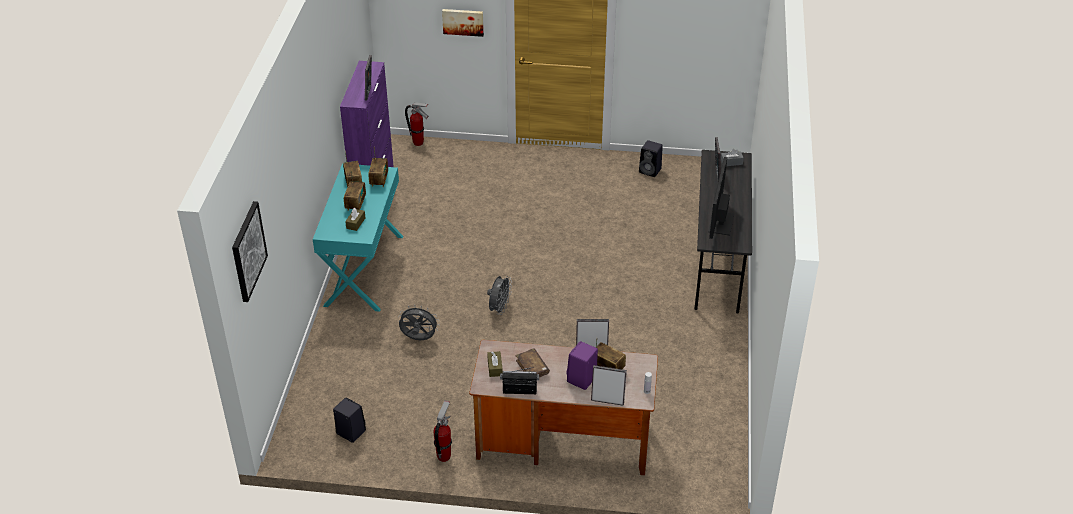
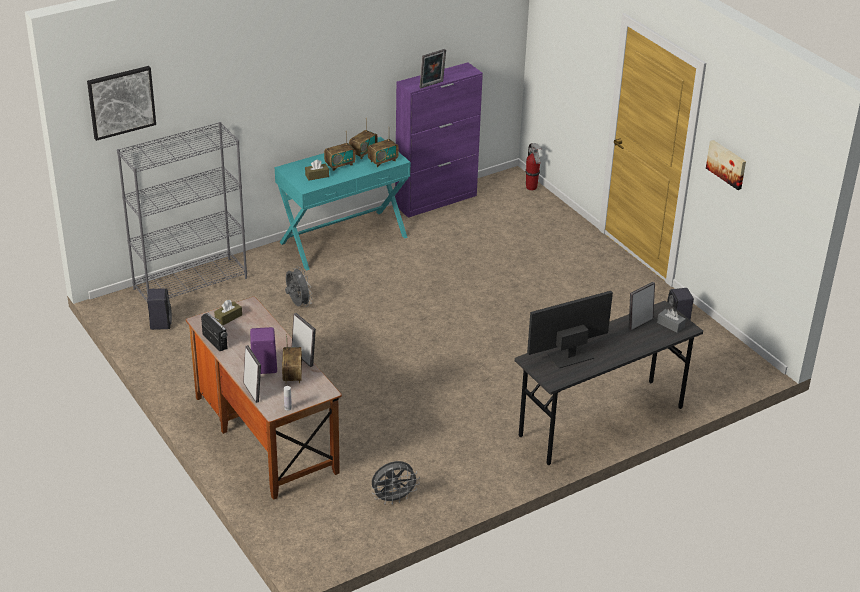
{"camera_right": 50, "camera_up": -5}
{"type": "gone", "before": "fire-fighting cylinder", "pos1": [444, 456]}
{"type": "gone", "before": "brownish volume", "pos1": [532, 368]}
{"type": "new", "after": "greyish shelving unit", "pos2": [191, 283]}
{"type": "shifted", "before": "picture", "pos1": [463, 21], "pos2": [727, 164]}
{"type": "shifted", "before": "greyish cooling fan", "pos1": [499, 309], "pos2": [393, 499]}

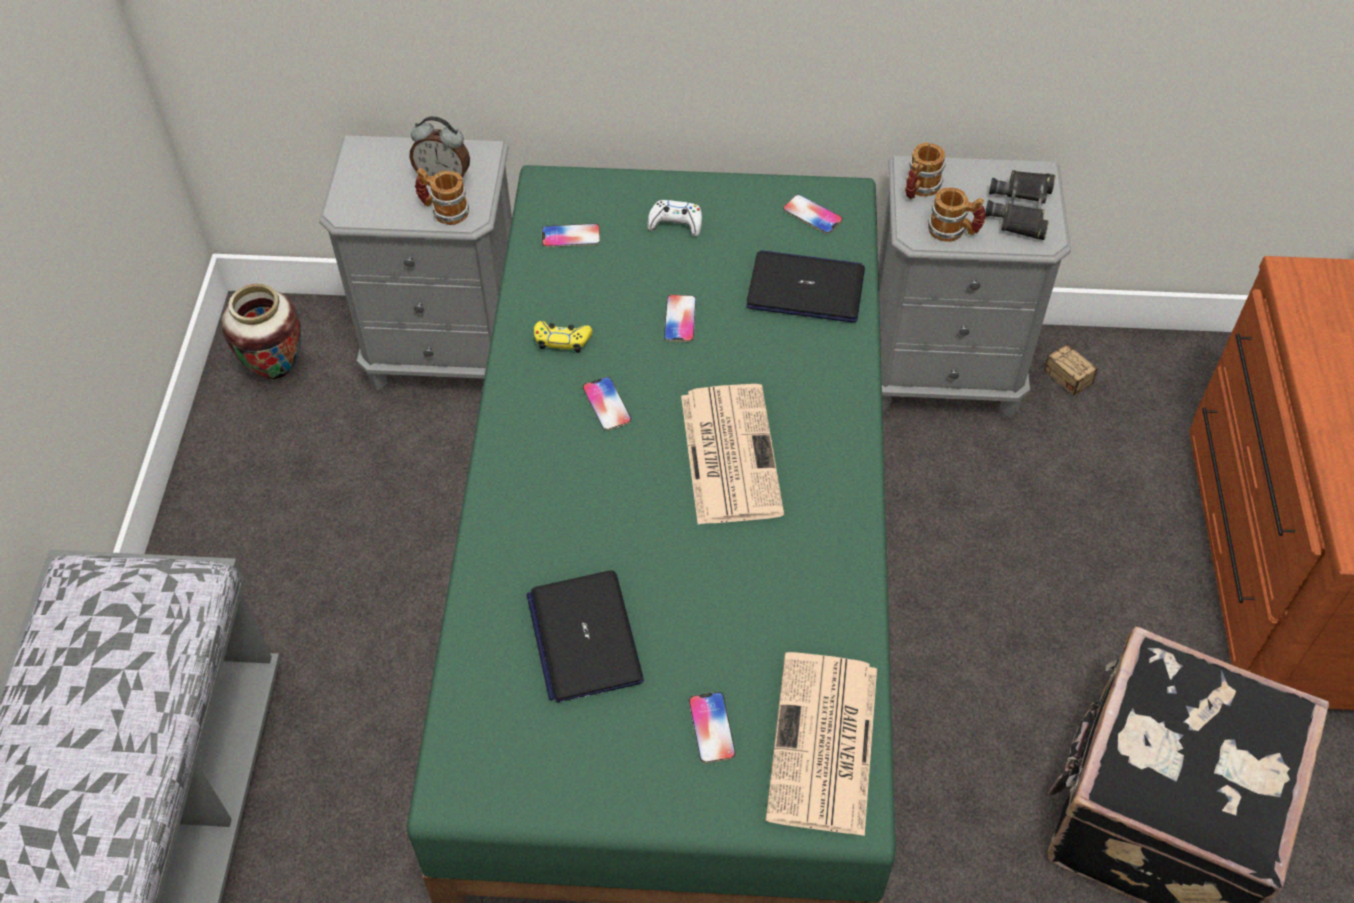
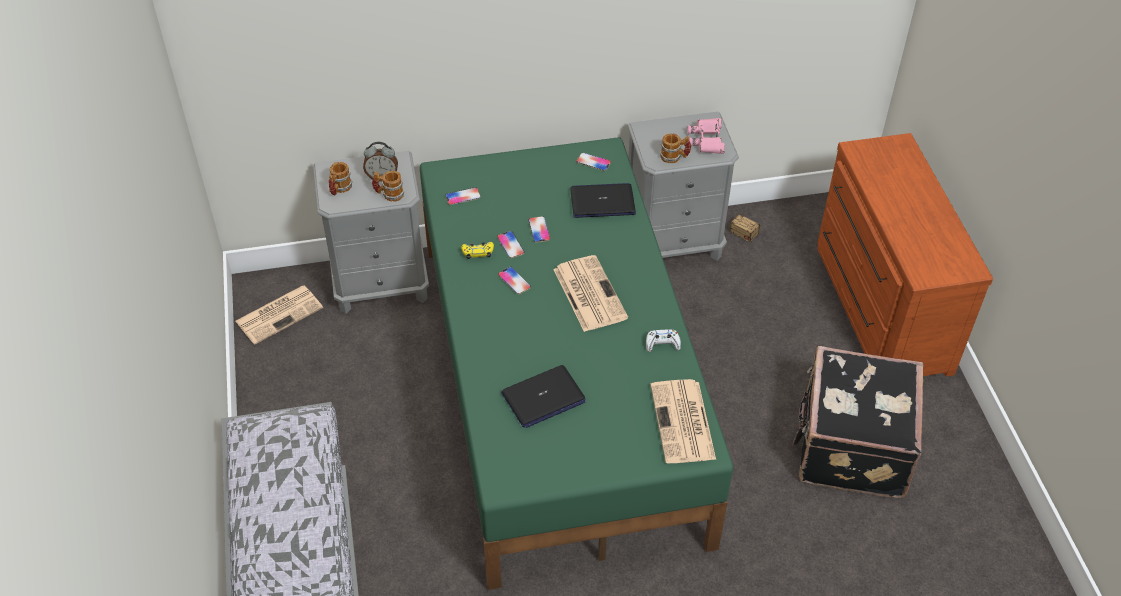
{"camera_right": -15, "camera_up": -5}
{"type": "shifted", "before": "white-coloured gamepad", "pos1": [675, 223], "pos2": [662, 344]}
{"type": "shifted", "before": "handset", "pos1": [711, 728], "pos2": [510, 245]}
{"type": "shifted", "before": "coffee mug", "pos1": [919, 189], "pos2": [339, 189]}
{"type": "swapped", "before": "decorative vase", "after": "printed paper", "pos1": [277, 370], "pos2": [280, 314]}
{"type": "repainted", "before": "blackish pair of binoculars", "after": "pink-coloured pair of binoculars", "pos1": [1021, 209], "pos2": [707, 139]}
{"type": "rotated", "before": "laptop", "pos1": [584, 637], "pos2": [543, 398], "turn": -90}

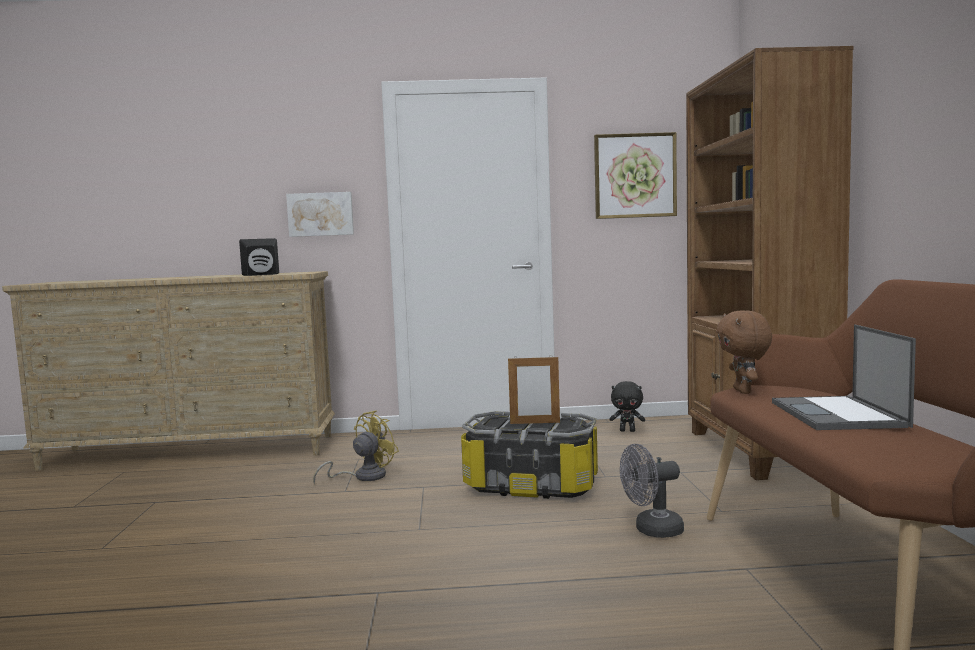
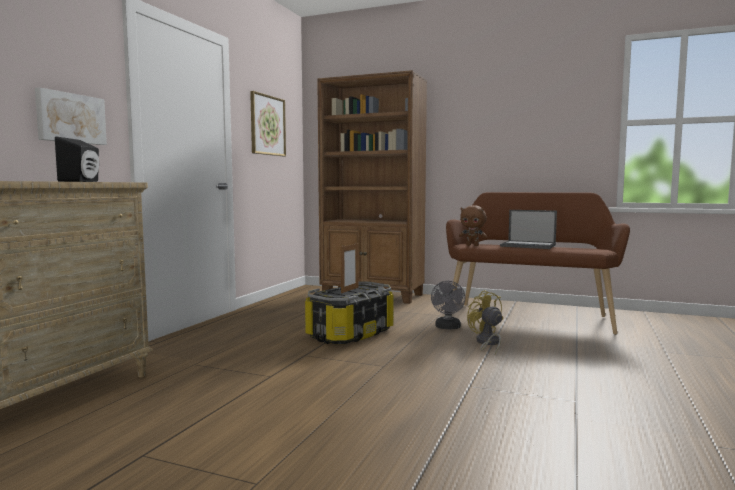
{"camera_right": -65, "camera_up": 0}
{"type": "gone", "before": "blackish soft toy", "pos1": [627, 430]}
{"type": "shifted", "before": "yellow-coloured cooling fan", "pos1": [363, 477], "pos2": [487, 343]}

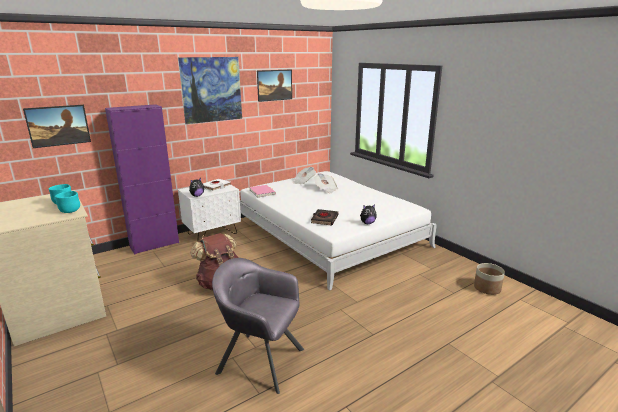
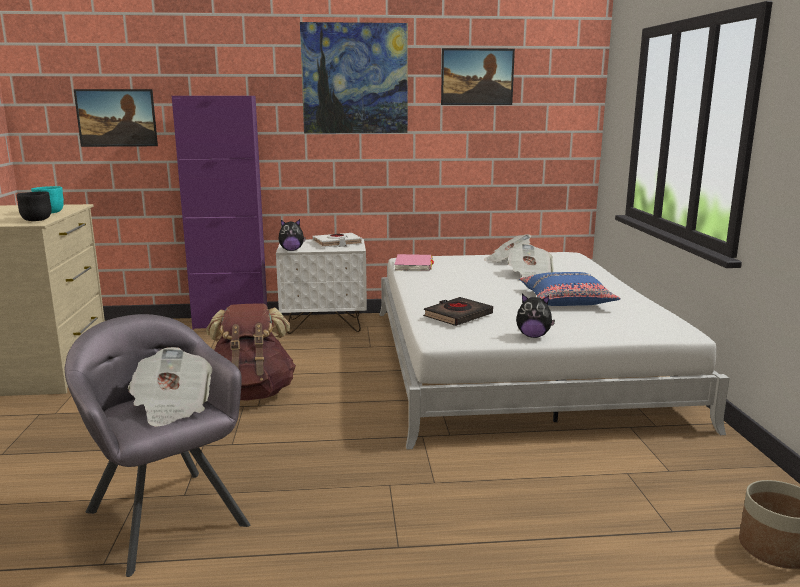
{"camera_right": 30, "camera_up": -5}
{"type": "new", "after": "printed paper", "pos2": [172, 407]}
{"type": "new", "after": "bluish pillow", "pos2": [566, 300]}
{"type": "repainted", "before": "turquoise serving bowl", "after": "blackish serving bowl", "pos1": [70, 211], "pos2": [36, 220]}

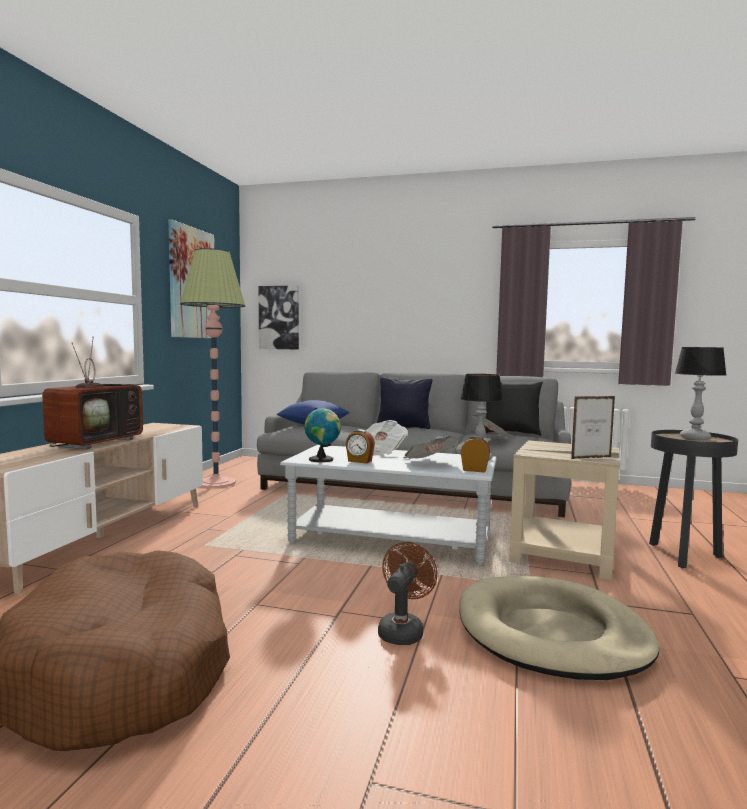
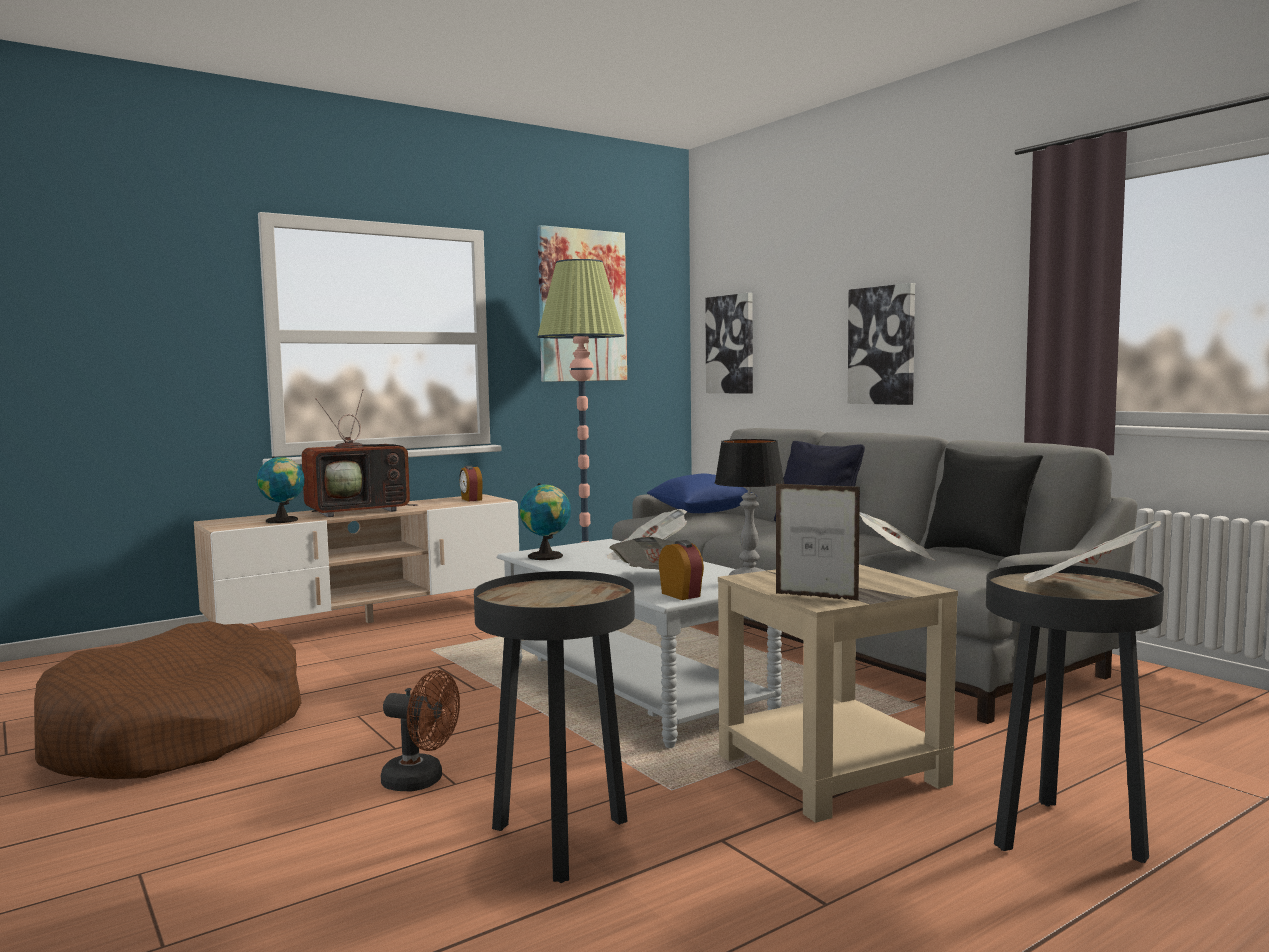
{"camera_right": 40, "camera_up": 0}
{"type": "new", "after": "globe", "pos2": [283, 521]}
{"type": "new", "after": "picture", "pos2": [882, 345]}
{"type": "shifted", "before": "alarm clock", "pos1": [359, 461], "pos2": [471, 499]}
{"type": "swapped", "before": "sand-coloured pet bed", "after": "blackish end table", "pos1": [552, 633], "pos2": [561, 844]}
{"type": "swapped", "before": "table lamp", "after": "printed paper", "pos1": [694, 438], "pos2": [1083, 587]}
{"type": "rotated", "before": "brownish cooling fan", "pos1": [403, 630], "pos2": [421, 781], "turn": 45}

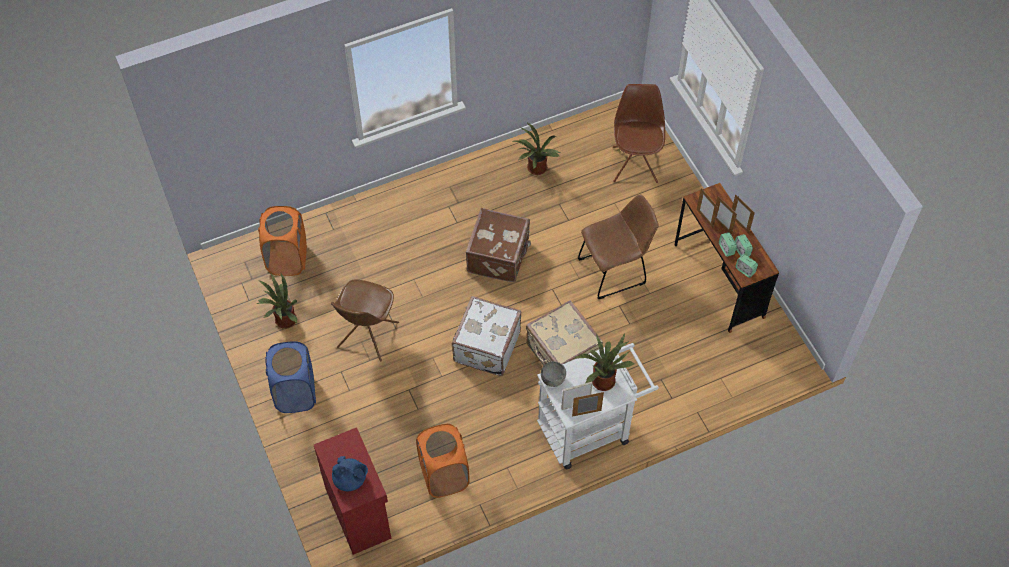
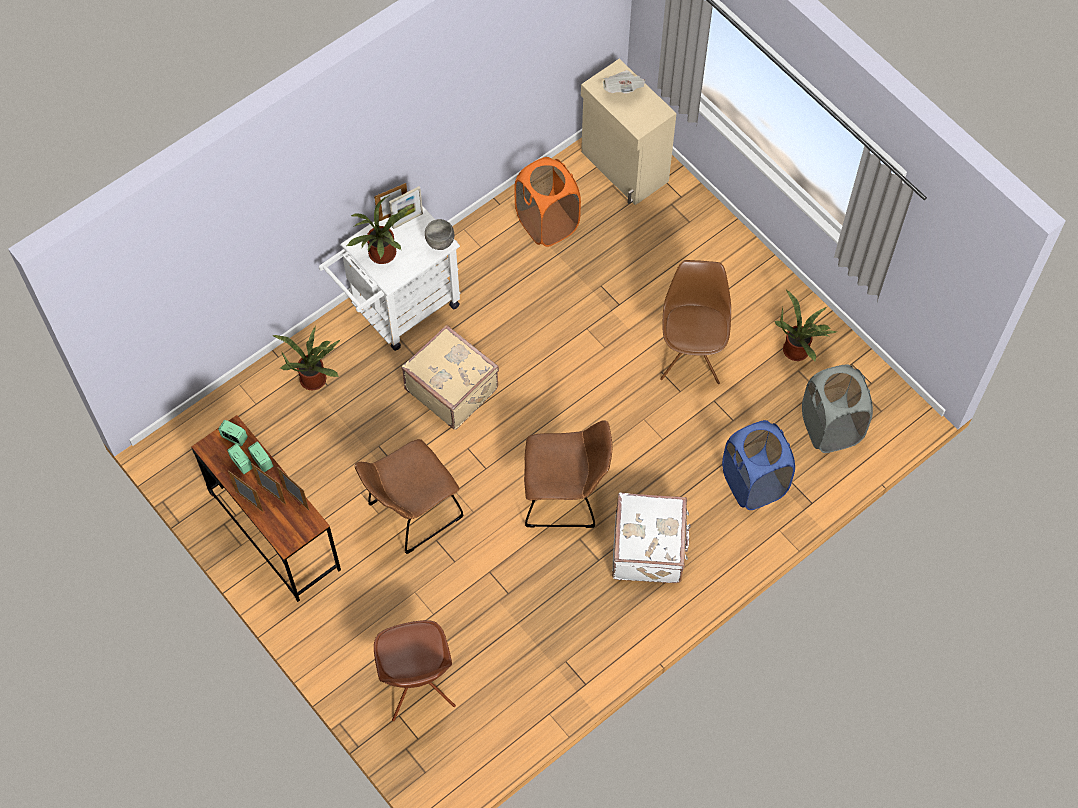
{"camera_right": 165, "camera_up": 5}
{"type": "shifted", "before": "bluish hamper", "pos1": [295, 393], "pos2": [753, 483]}
{"type": "shifted", "before": "white-coloured piece of luggage", "pos1": [485, 346], "pos2": [649, 548]}
{"type": "shifted", "before": "houseplant", "pos1": [535, 169], "pos2": [314, 377]}
{"type": "swapped", "before": "bluish teapot", "after": "printed paper", "pos1": [350, 479], "pos2": [623, 89]}
{"type": "swapped", "before": "brownish piece of luggage", "after": "brownish chair", "pos1": [499, 256], "pos2": [565, 496]}
{"type": "repainted", "before": "orange hamper", "after": "greyish hamper", "pos1": [287, 259], "pos2": [830, 428]}
{"type": "repainted", "before": "red cupboard", "after": "sand-coloured cupboard", "pos1": [359, 512], "pos2": [624, 168]}

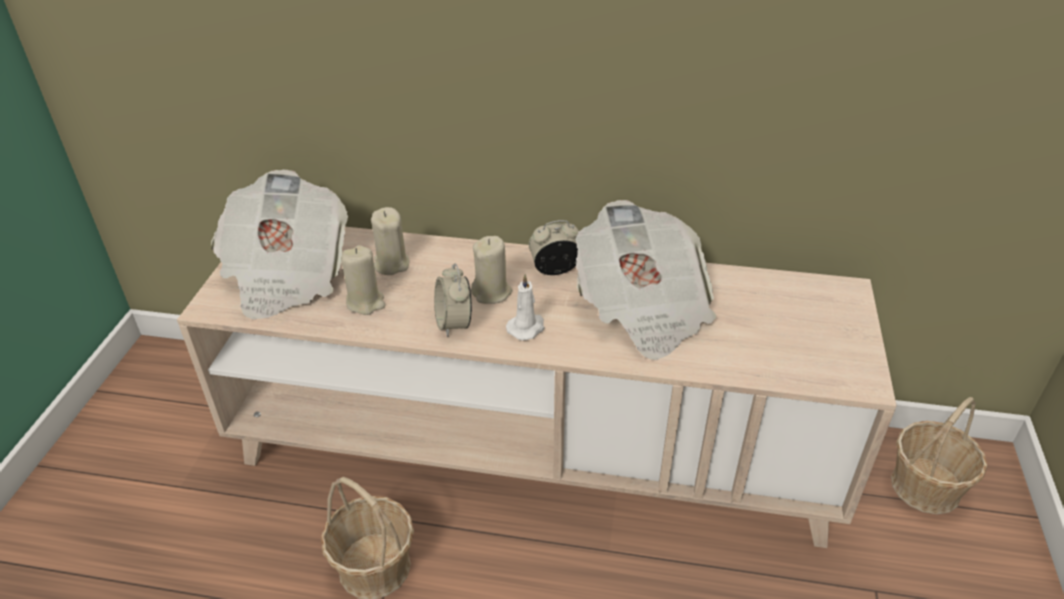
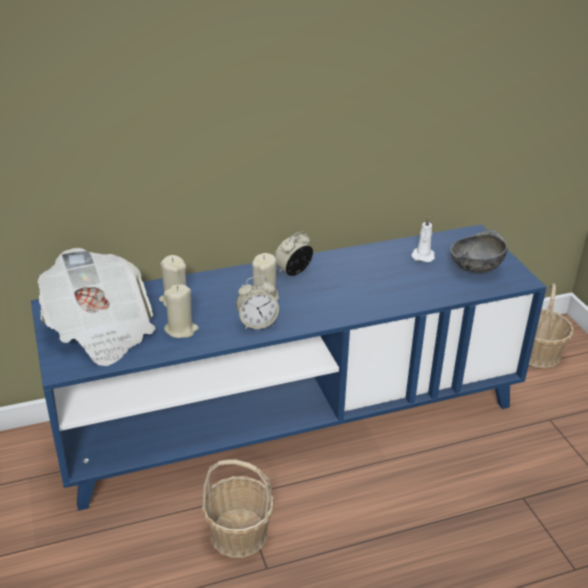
{"camera_right": -30, "camera_up": -5}
{"type": "gone", "before": "printed paper", "pos1": [642, 309]}
{"type": "new", "after": "greyish serving bowl", "pos2": [475, 267]}
{"type": "shifted", "before": "white-coloured candle", "pos1": [527, 327], "pos2": [423, 255]}
{"type": "repainted", "before": "sand-coloured tv stand", "after": "bluish tv stand", "pos1": [533, 448], "pos2": [291, 418]}
{"type": "rotated", "before": "alarm clock", "pos1": [454, 324], "pos2": [257, 323], "turn": -60}

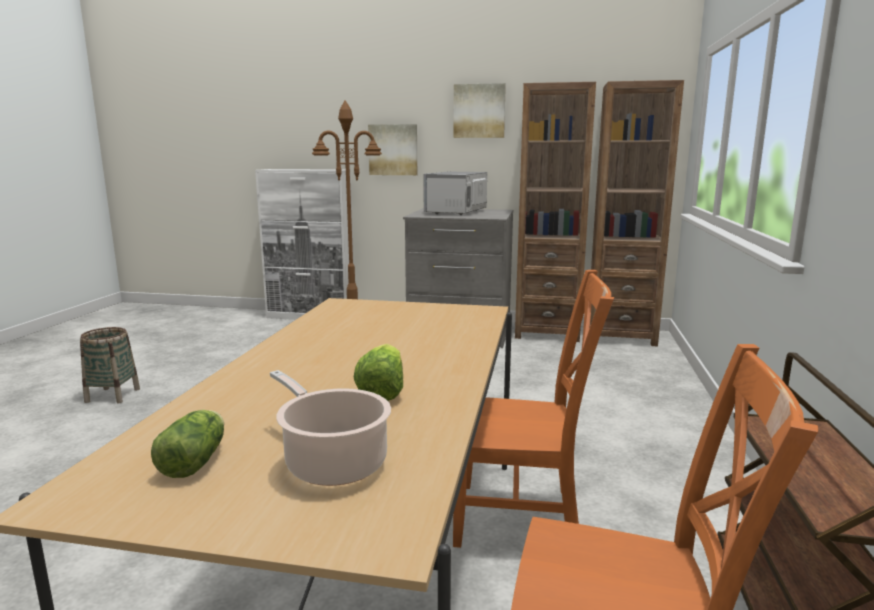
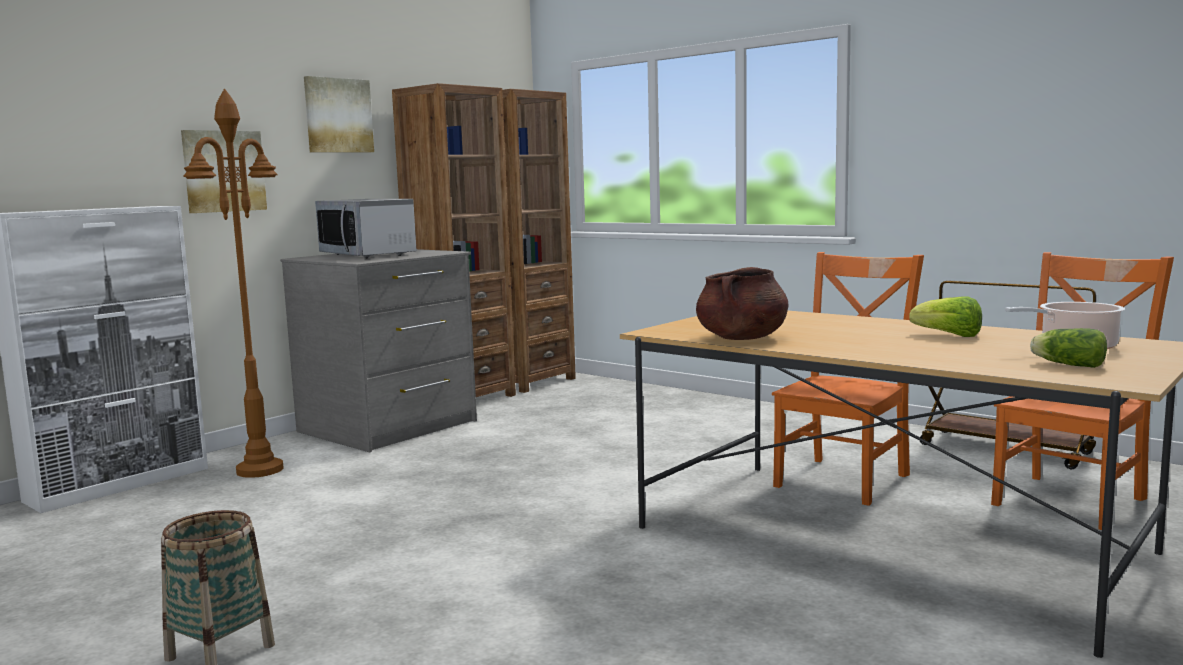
{"camera_right": -60, "camera_up": -5}
{"type": "new", "after": "brownish cooking pot", "pos2": [742, 338]}

